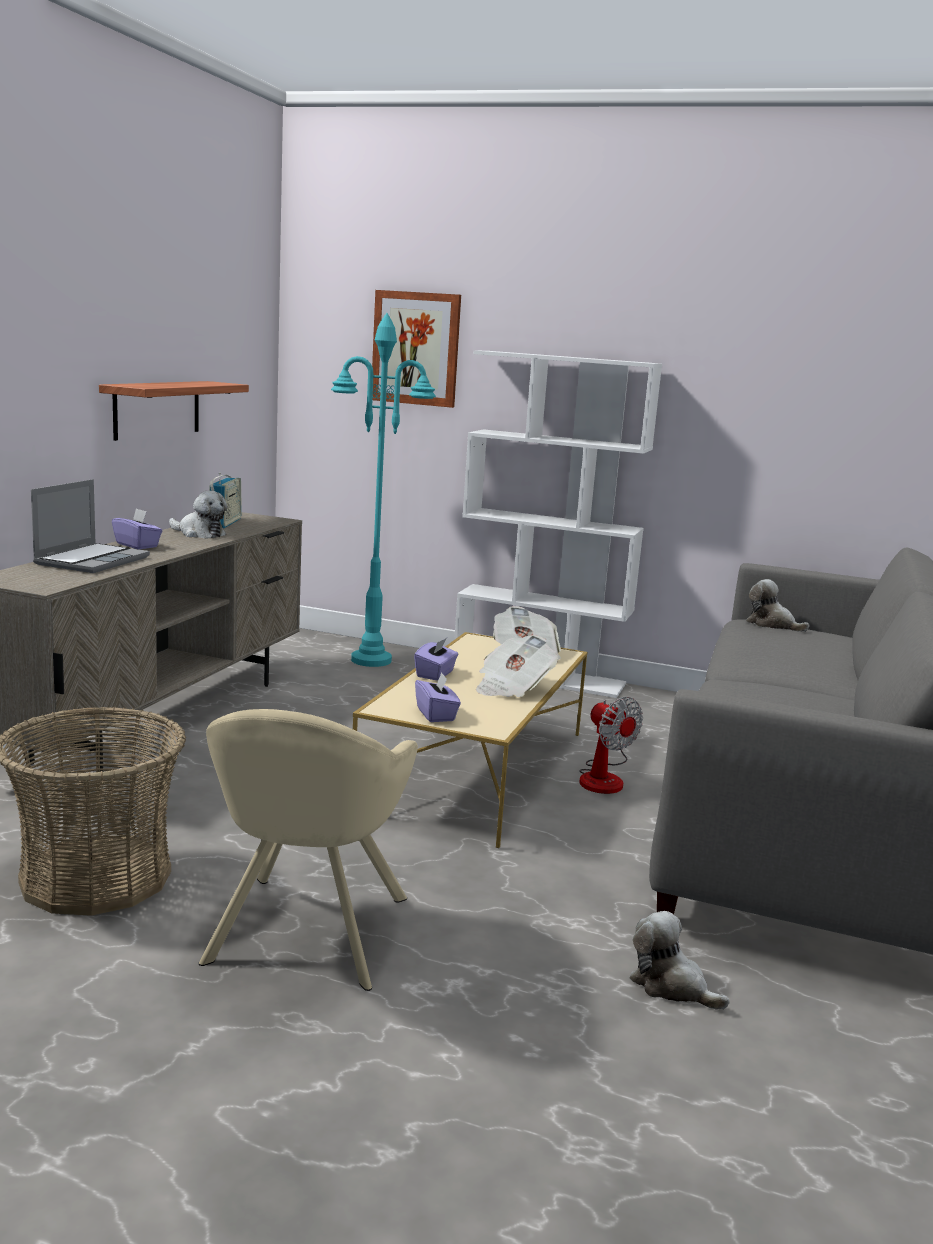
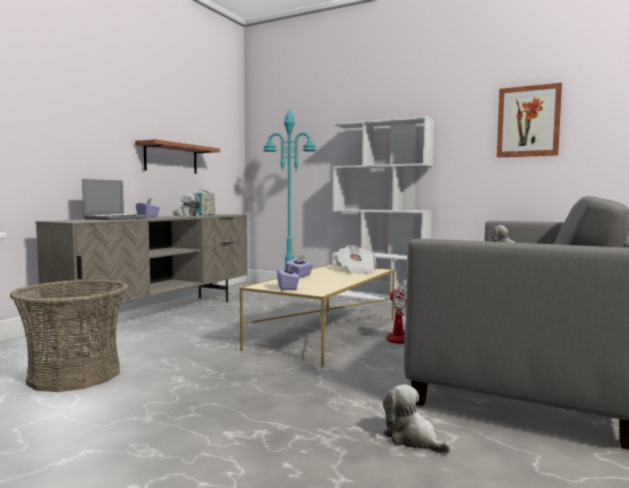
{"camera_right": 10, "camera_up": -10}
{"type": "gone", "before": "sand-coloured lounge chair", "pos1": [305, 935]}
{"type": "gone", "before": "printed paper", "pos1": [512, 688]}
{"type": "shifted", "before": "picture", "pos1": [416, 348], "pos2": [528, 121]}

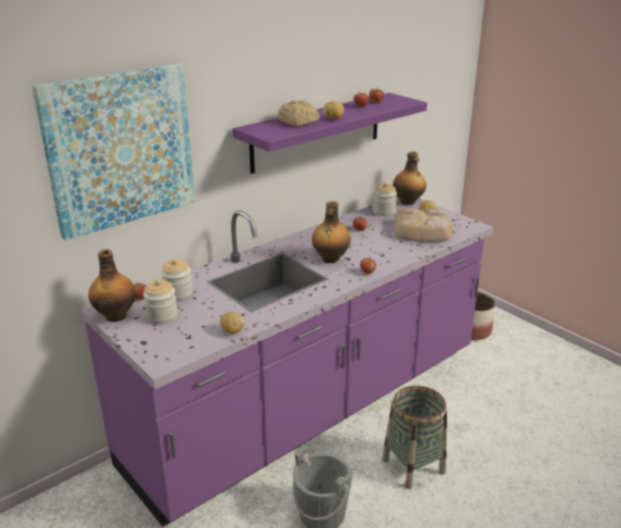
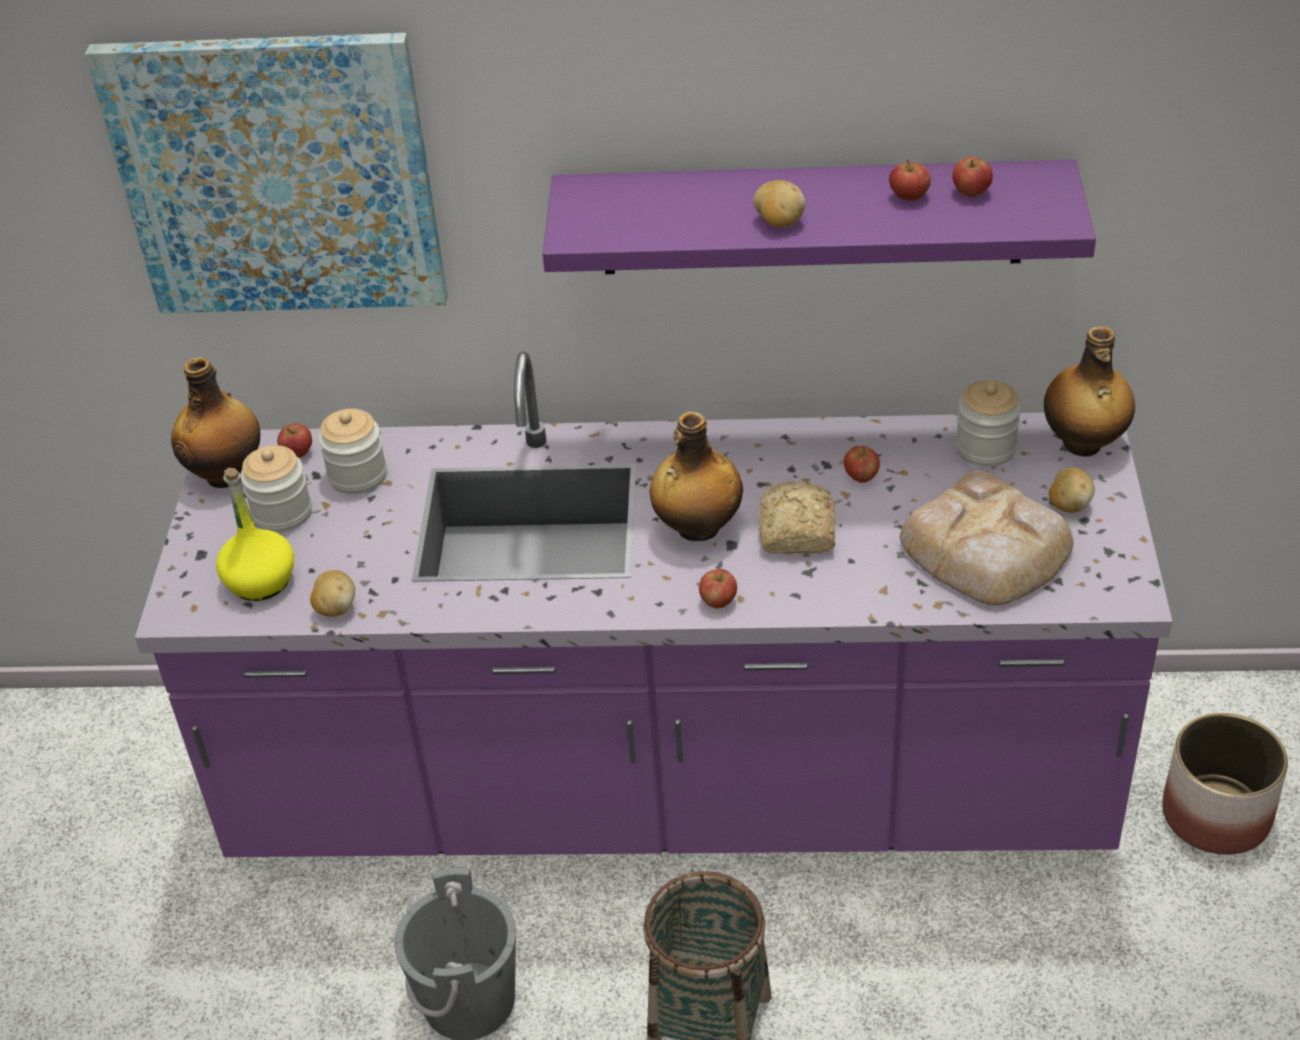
{"camera_right": 45, "camera_up": 15}
{"type": "new", "after": "yellow-coloured beverage bottle", "pos2": [261, 581]}
{"type": "shifted", "before": "bread", "pos1": [298, 122], "pos2": [796, 533]}

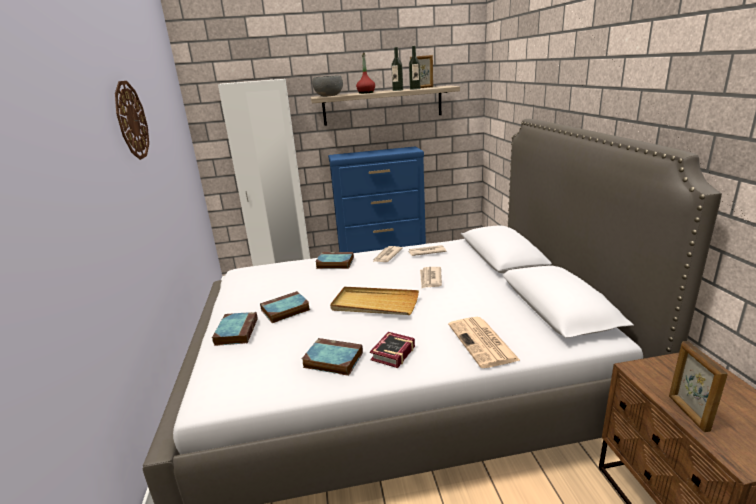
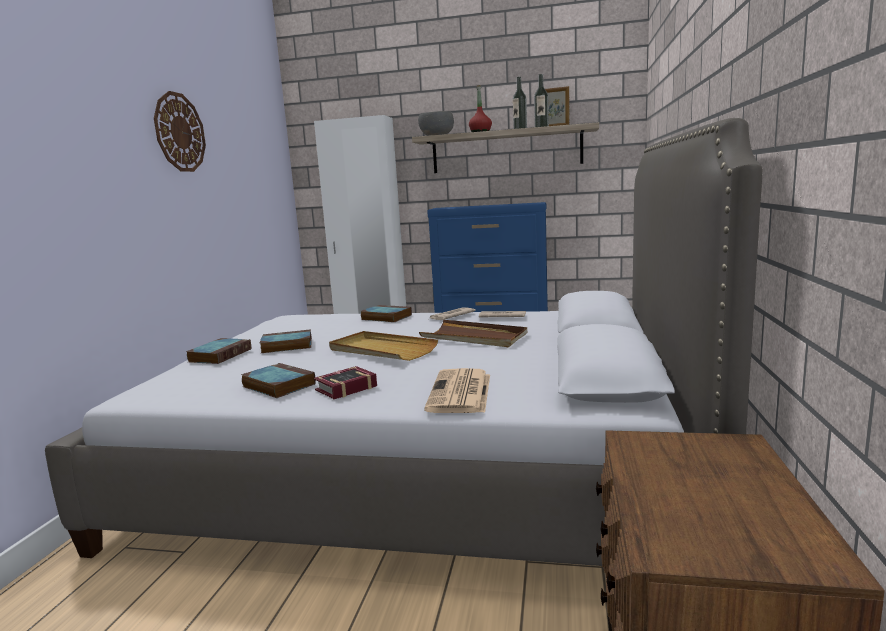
{"camera_right": 20, "camera_up": -10}
{"type": "gone", "before": "standing frame", "pos1": [688, 413]}
{"type": "swapped", "before": "printed paper", "after": "brownish carrying tray", "pos1": [430, 279], "pos2": [474, 337]}

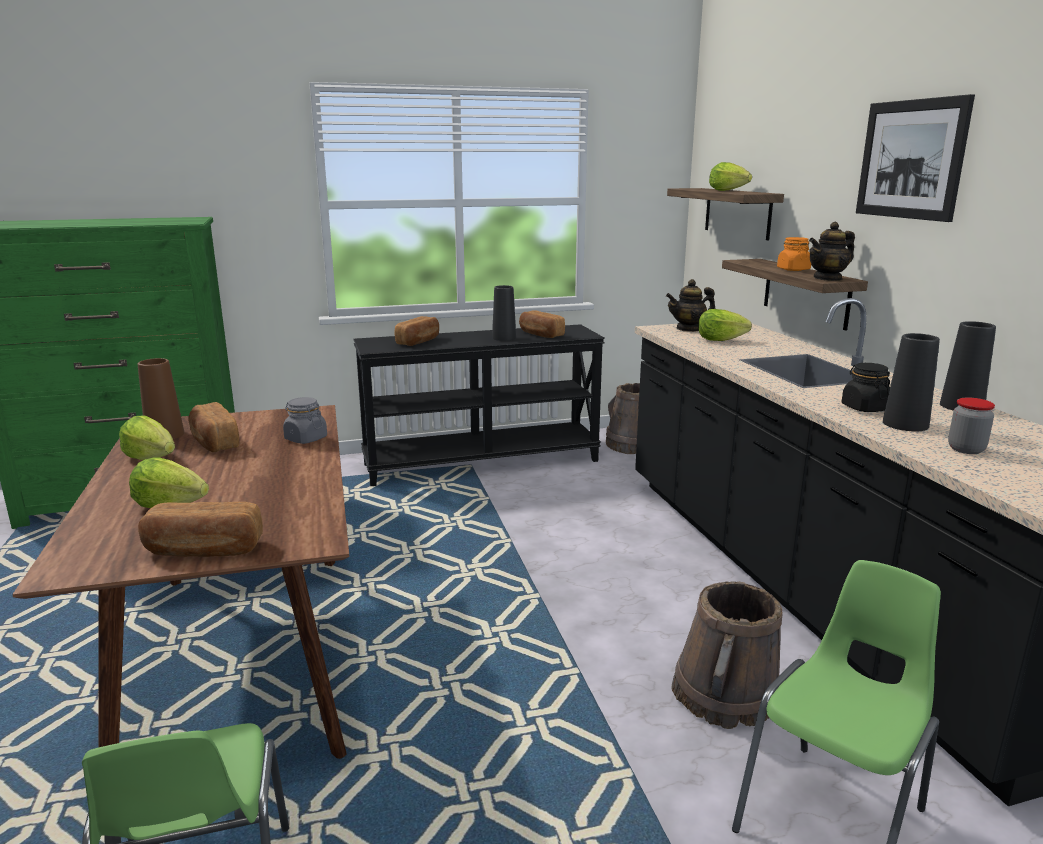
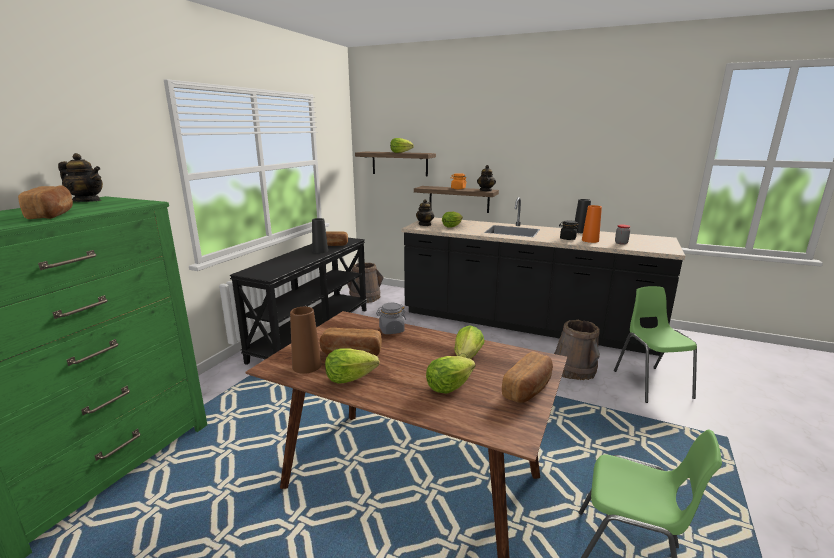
{"camera_right": -50, "camera_up": 0}
{"type": "gone", "before": "picture", "pos1": [911, 159]}
{"type": "new", "after": "teapot", "pos2": [87, 201]}
{"type": "new", "after": "head of lettuce", "pos2": [467, 357]}
{"type": "shifted", "before": "bread", "pos1": [419, 341], "pos2": [53, 214]}
{"type": "repainted", "before": "blackish decorative vase", "after": "orange decorative vase", "pos1": [905, 424], "pos2": [590, 240]}

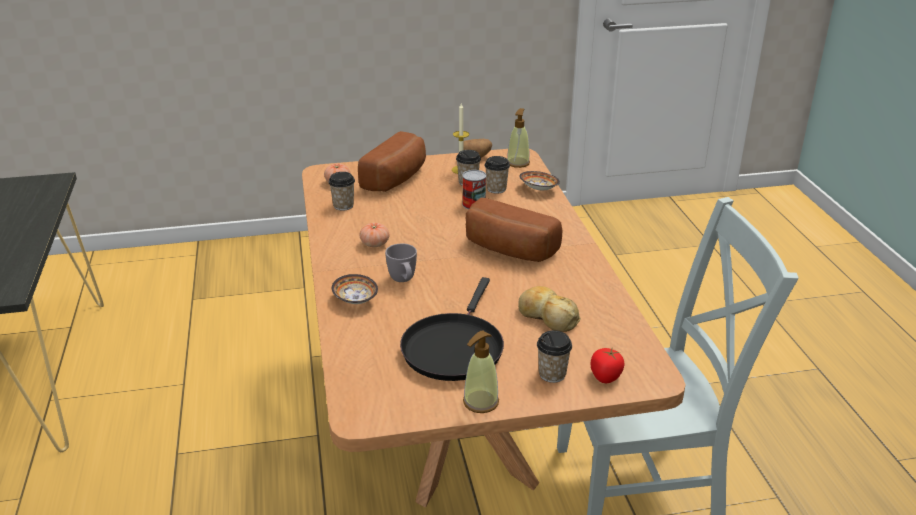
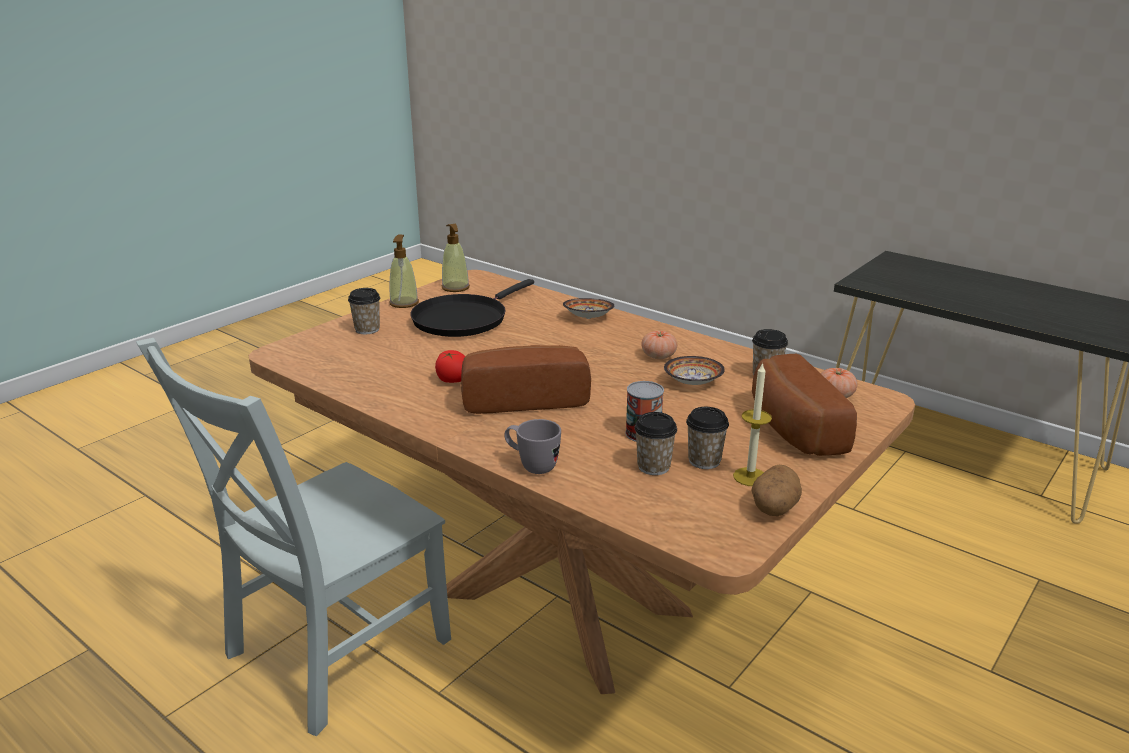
{"camera_right": 140, "camera_up": -5}
{"type": "gone", "before": "bread", "pos1": [547, 316]}
{"type": "shifted", "before": "greyish coffee mug", "pos1": [403, 281], "pos2": [531, 466]}
{"type": "shifted", "before": "soap bottle", "pos1": [518, 163], "pos2": [455, 287]}
{"type": "shifted", "before": "serving bowl", "pos1": [538, 189], "pos2": [693, 383]}
{"type": "shifted", "before": "tomato", "pos1": [605, 377], "pos2": [452, 380]}
{"type": "rotated", "before": "blackish skillet", "pos1": [453, 347], "pos2": [463, 319], "turn": -120}

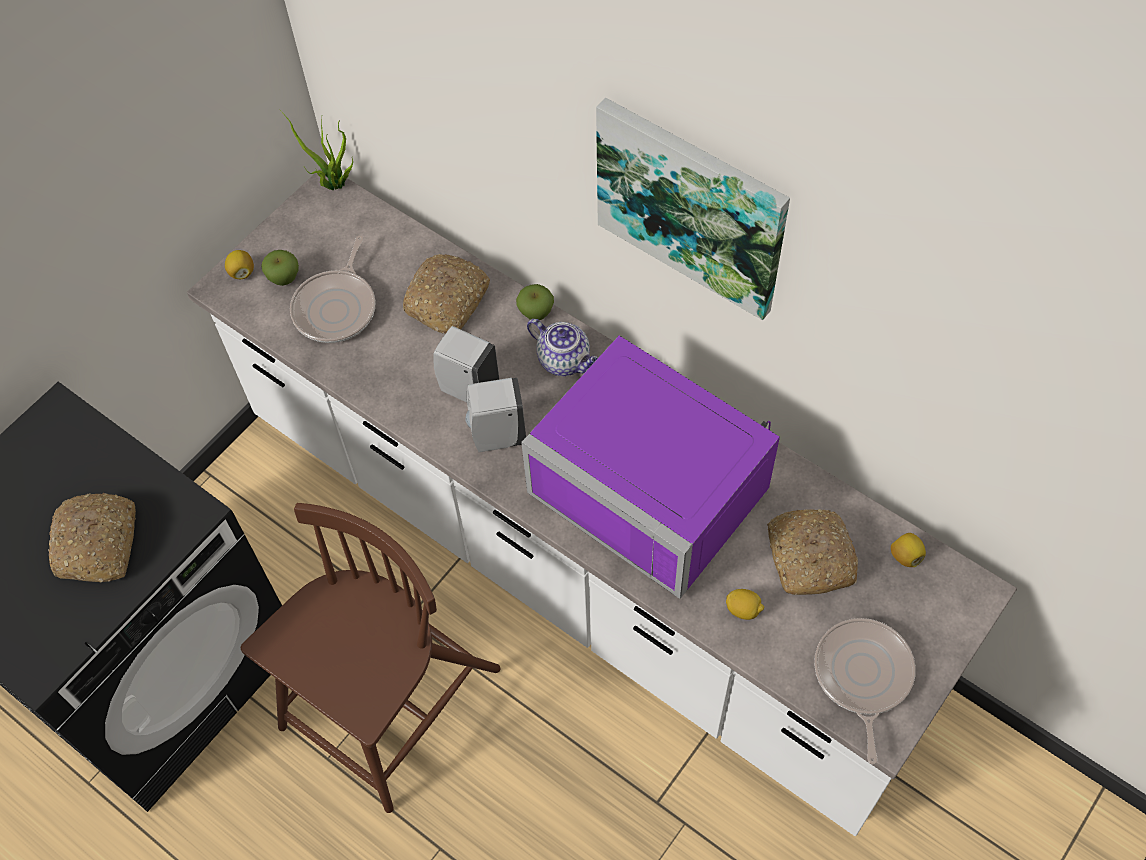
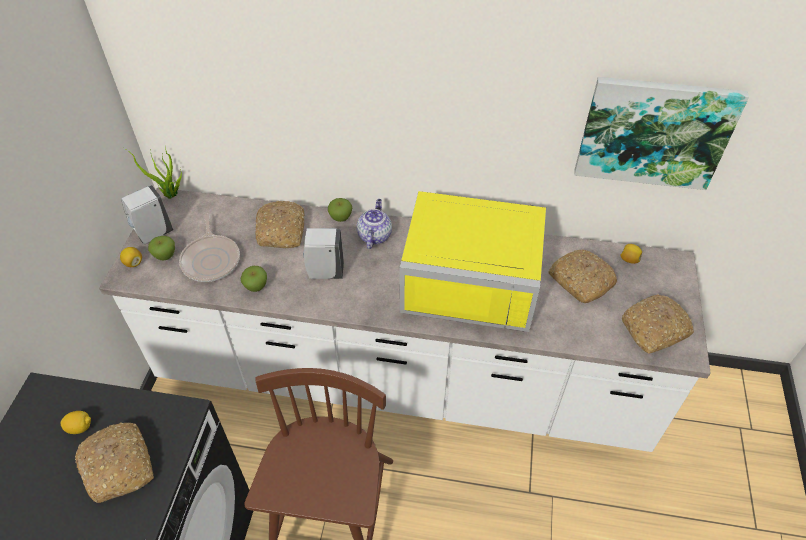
{"camera_right": -30, "camera_up": -10}
{"type": "new", "after": "apple", "pos2": [256, 287]}
{"type": "shifted", "before": "white-coloured soap bottle", "pos1": [496, 436], "pos2": [153, 234]}
{"type": "shifted", "before": "picture", "pos1": [691, 206], "pos2": [654, 132]}
{"type": "shifted", "before": "whole lemon", "pos1": [743, 609], "pos2": [80, 427]}
{"type": "swapped", "before": "skillet", "after": "bread", "pos1": [862, 676], "pos2": [654, 329]}
{"type": "repainted", "before": "purple-coloured microwave", "after": "yellow-coloured microwave", "pos1": [659, 482], "pos2": [472, 277]}
{"type": "rotated", "before": "teapot", "pos1": [565, 360], "pos2": [374, 235], "turn": -90}

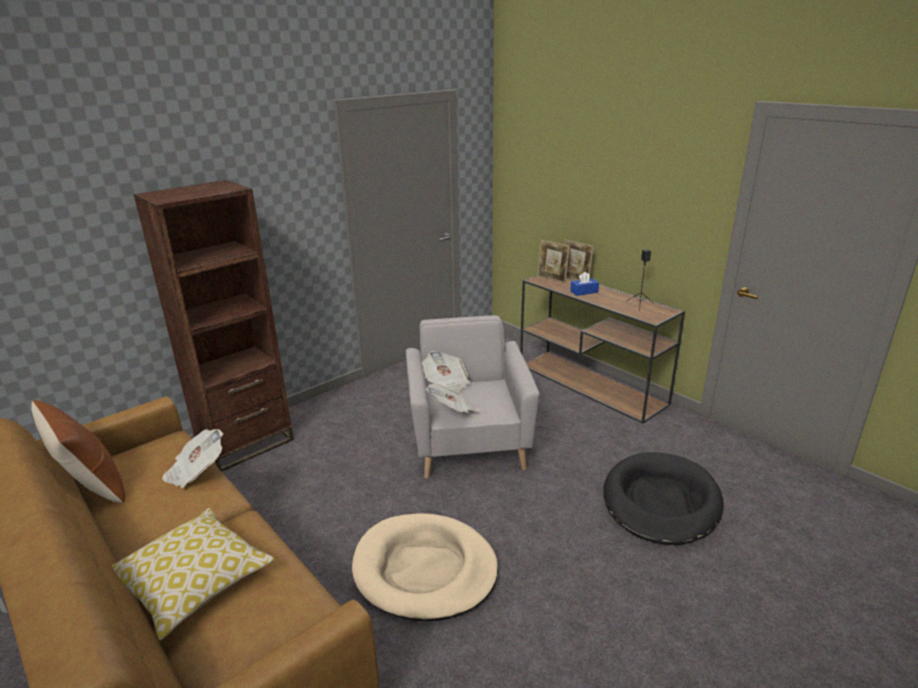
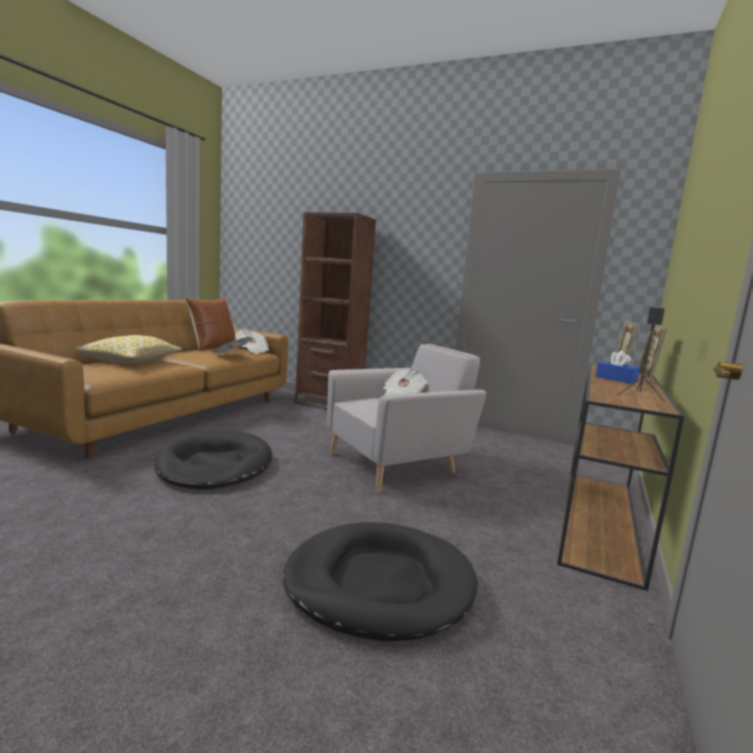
{"camera_right": 65, "camera_up": -15}
{"type": "shifted", "before": "printed paper", "pos1": [453, 410], "pos2": [252, 351]}
{"type": "repainted", "before": "sand-coloured pet bed", "after": "blackish pet bed", "pos1": [425, 570], "pos2": [215, 465]}

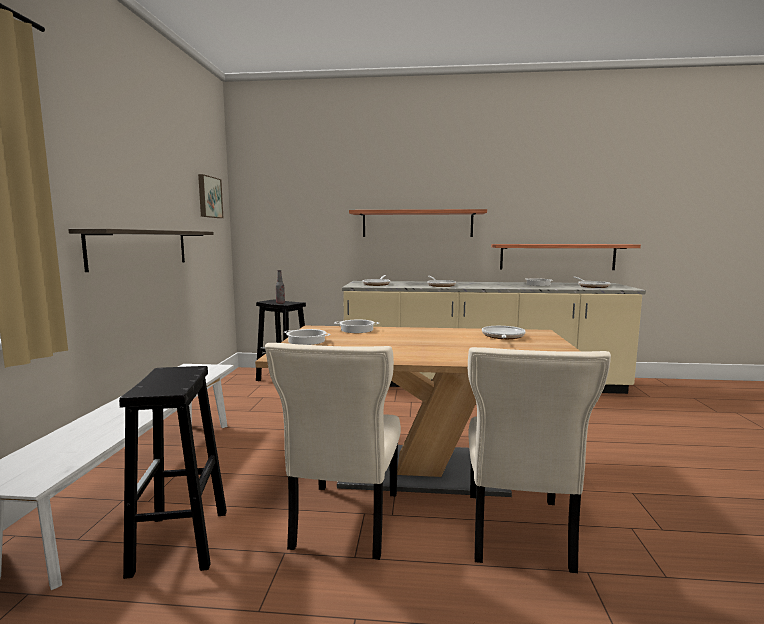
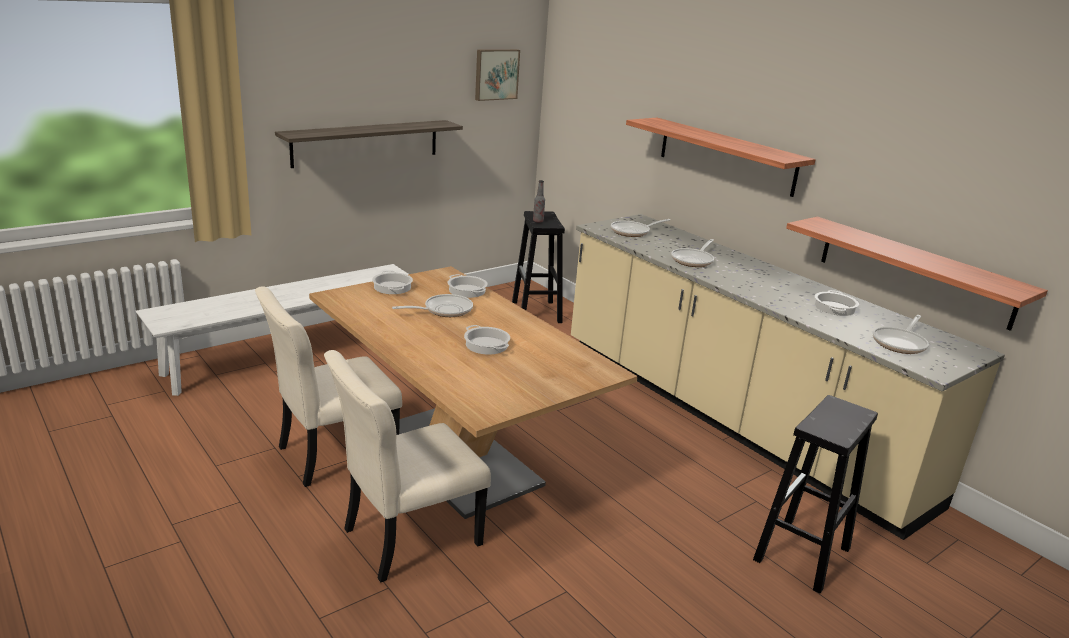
{"camera_right": 45, "camera_up": 15}
{"type": "new", "after": "cooking pot", "pos2": [487, 345]}
{"type": "shifted", "before": "blackish stool", "pos1": [180, 543], "pos2": [801, 555]}
{"type": "shifted", "before": "skillet", "pos1": [502, 337], "pos2": [444, 310]}

